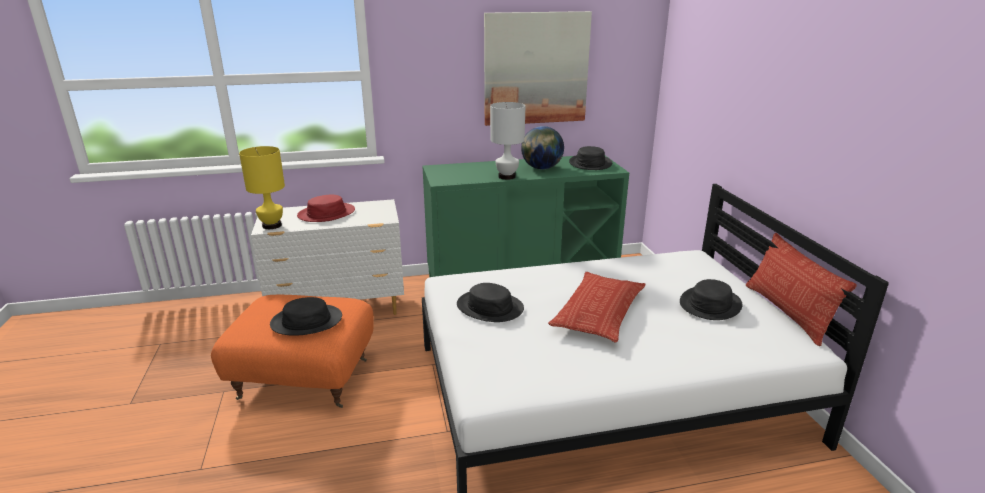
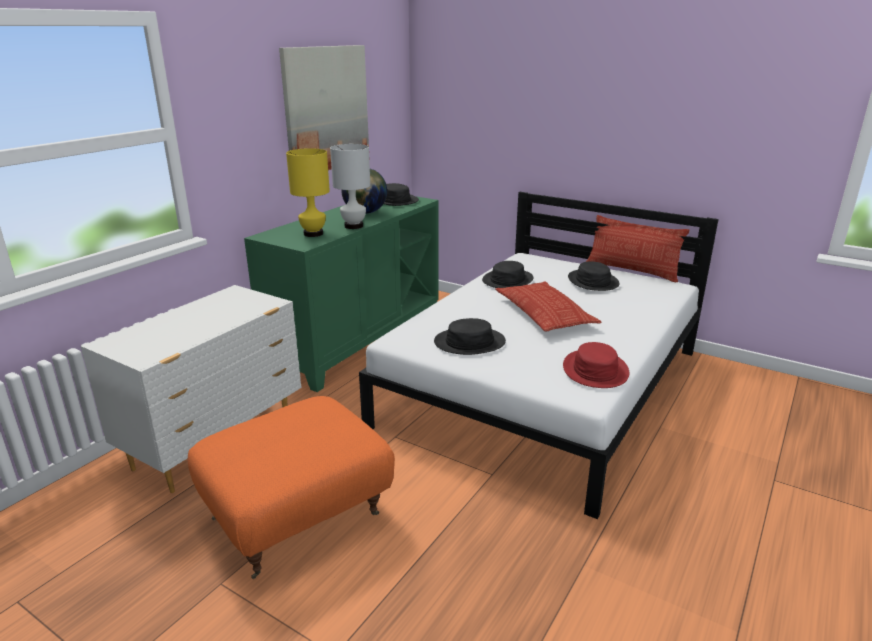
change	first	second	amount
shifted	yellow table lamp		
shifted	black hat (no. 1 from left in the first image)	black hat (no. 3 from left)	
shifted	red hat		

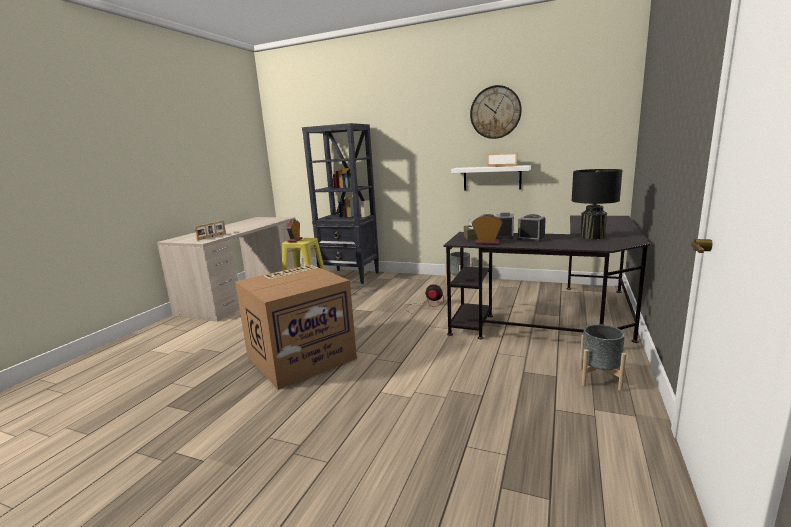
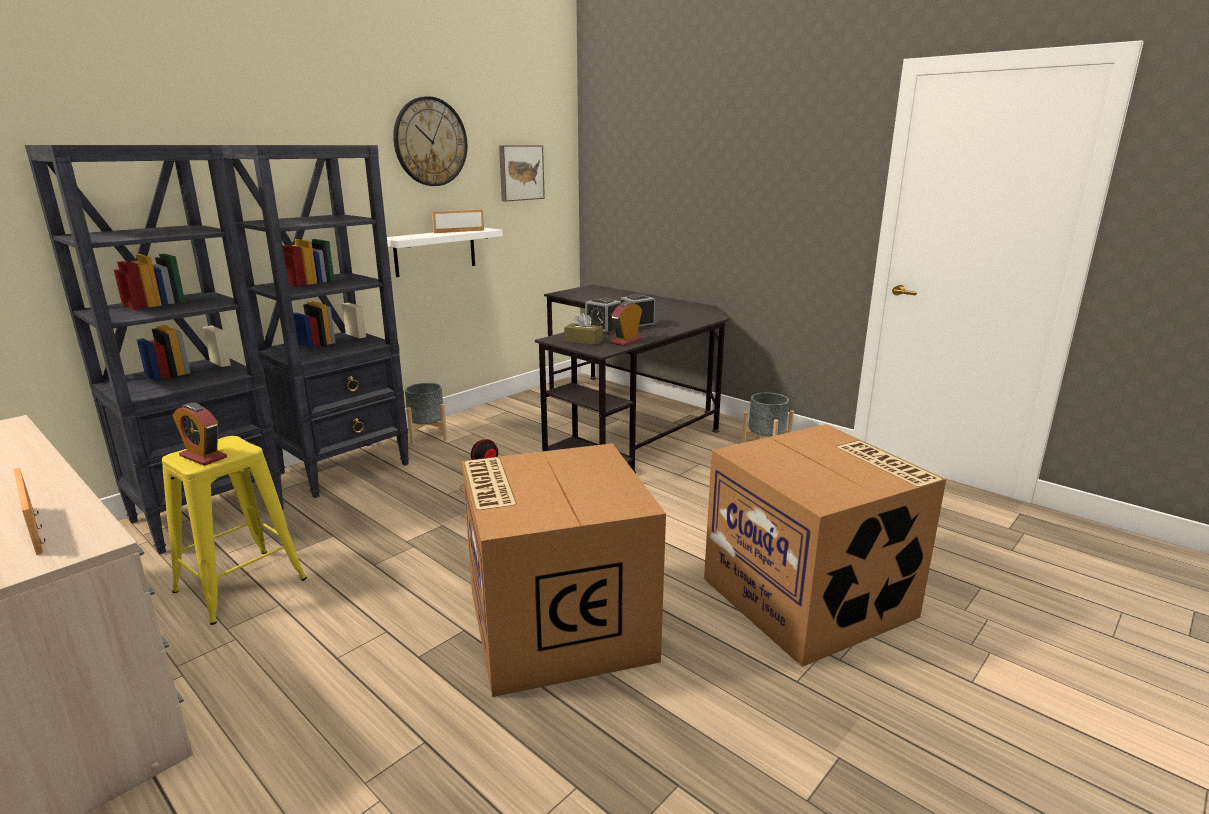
change	first	second	amount
gone	black table lamp		
new		black bookcase (no. 2 from left)	
new		picture	
new		cardboard box (no. 2 from left)	

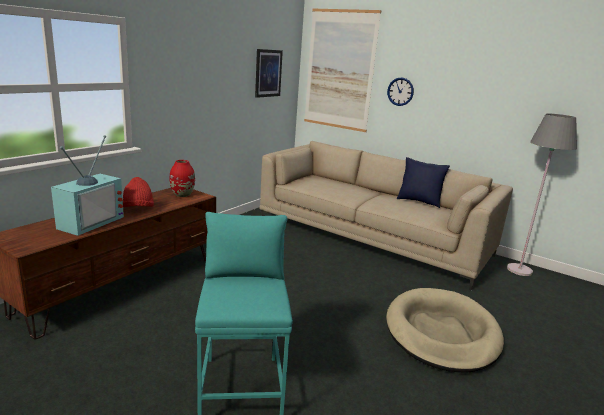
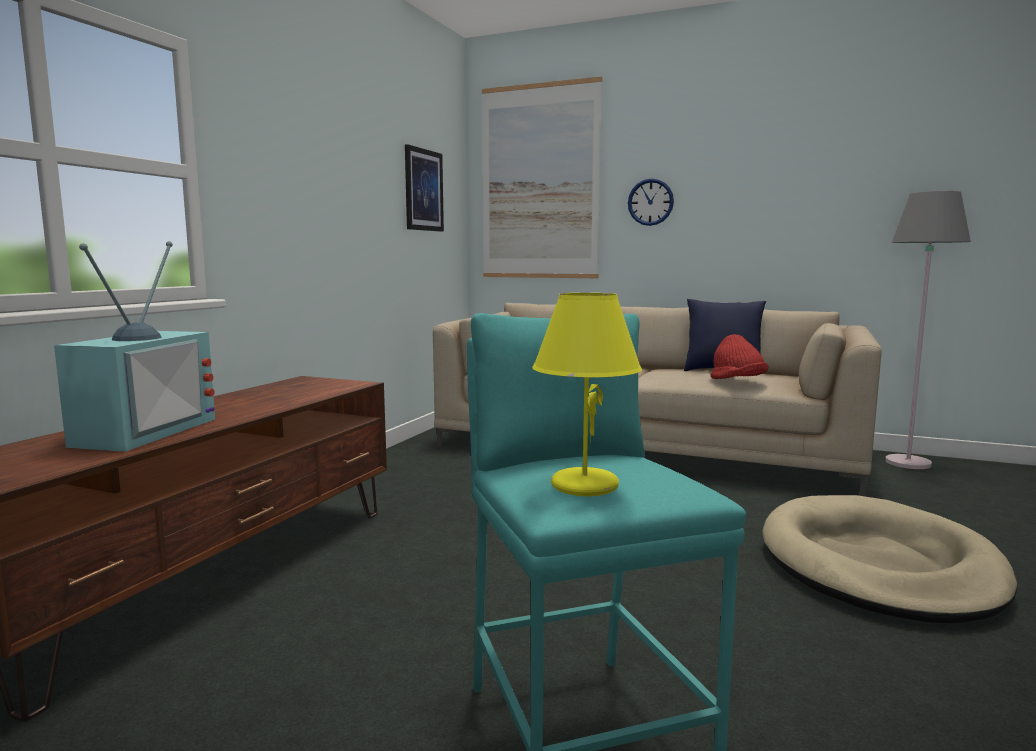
change	first	second	amount
shifted	red hat		
gone	red vase		
new		yellow table lamp	

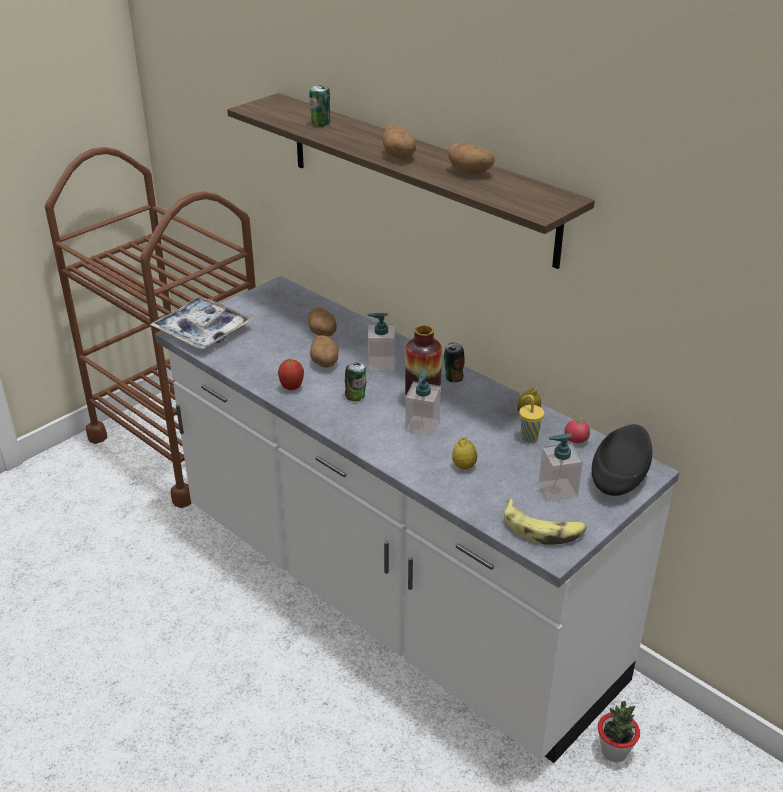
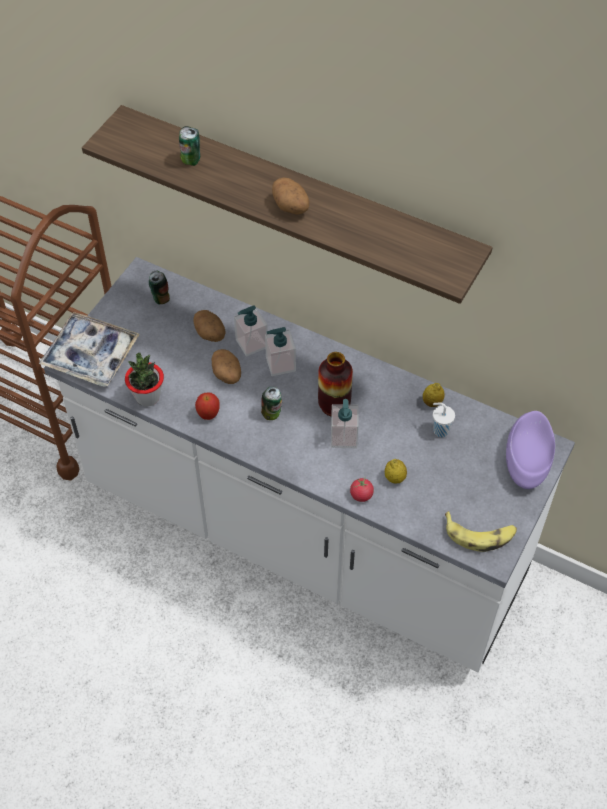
change	first	second	amount
shifted	can (no. 3 from left in the first image)	can (no. 1 from left)	
gone	potato (no. 4 from left)		
repainted	yellow cup	white cup	
shifted	soap dispenser (no. 3 from left in the first image)	soap dispenser (no. 1 from left)	
shifted	tomato		
repainted	black bowl	purple bowl	
shifted	potted plant		

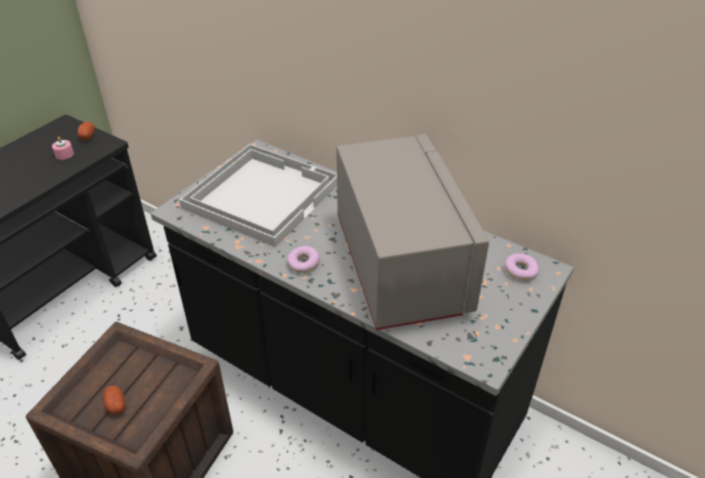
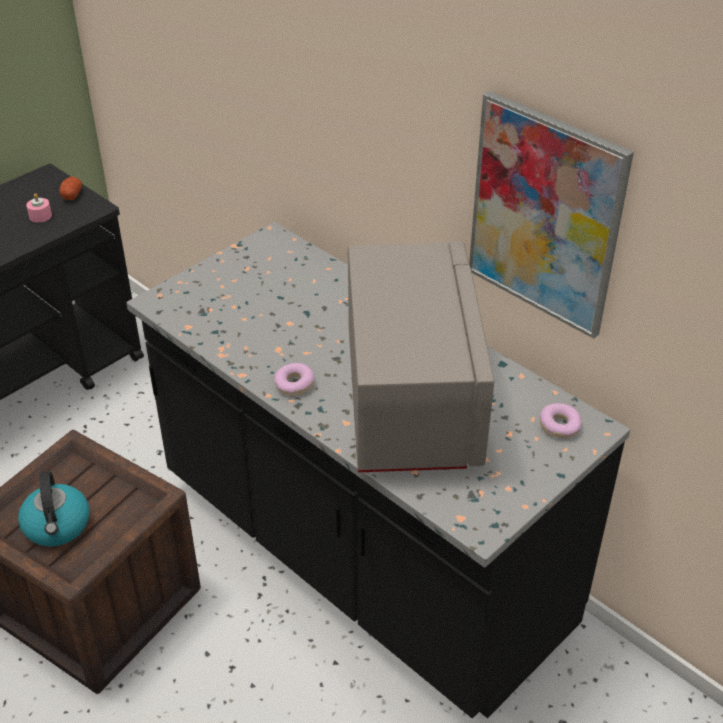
change	first	second	amount
swapped	potato (no. 2 from left)	kettle	
gone	white tray		
new		picture	

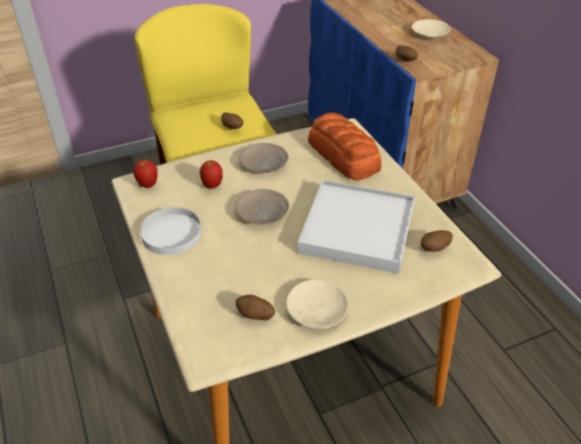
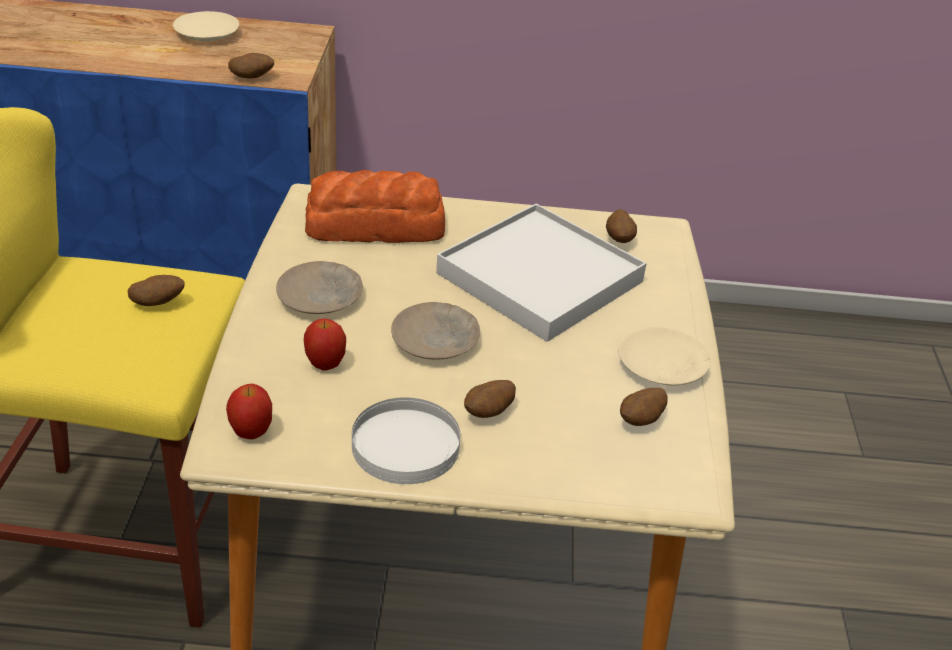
change	first	second	amount
new		potato (no. 3 from left)	

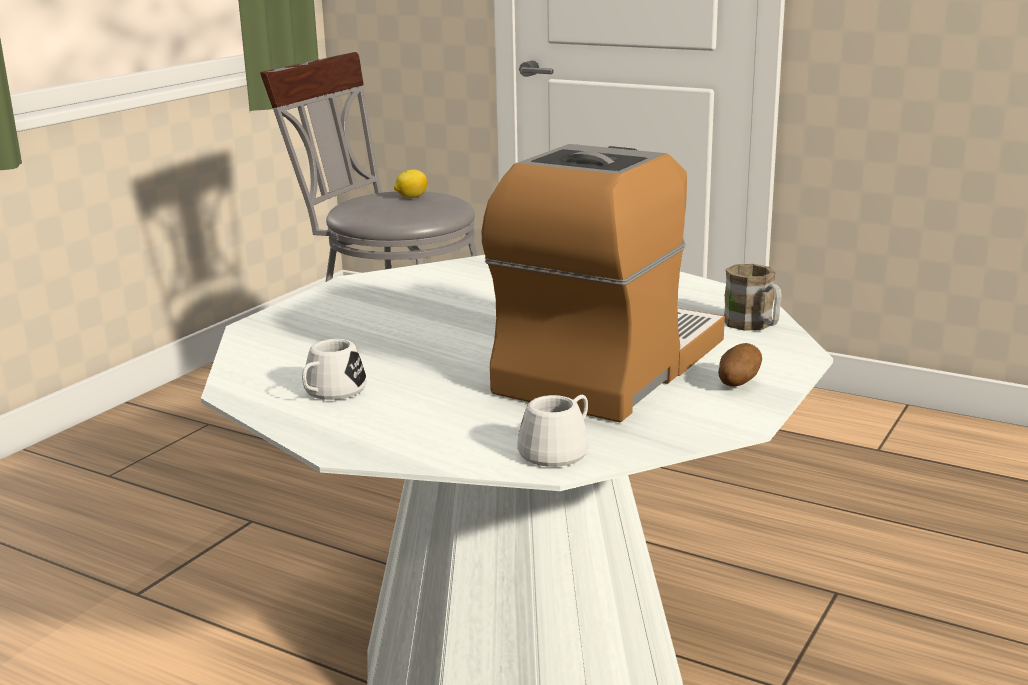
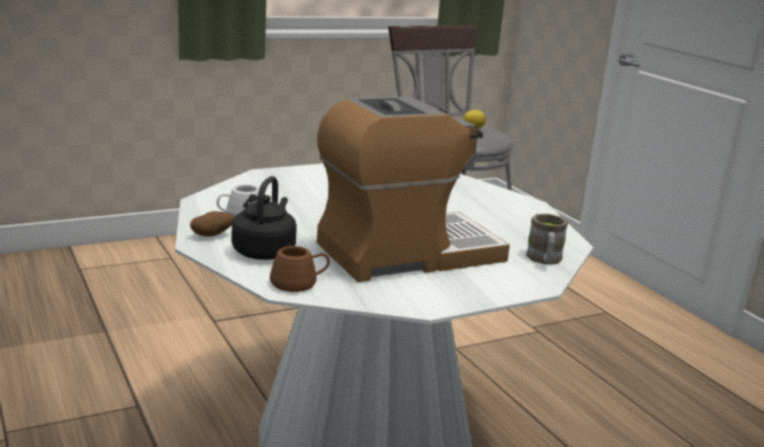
change	first	second	amount
repainted	white mug (no. 2 from left)	brown mug (no. 1 from left)	
shifted	potato		
new		black kettle	

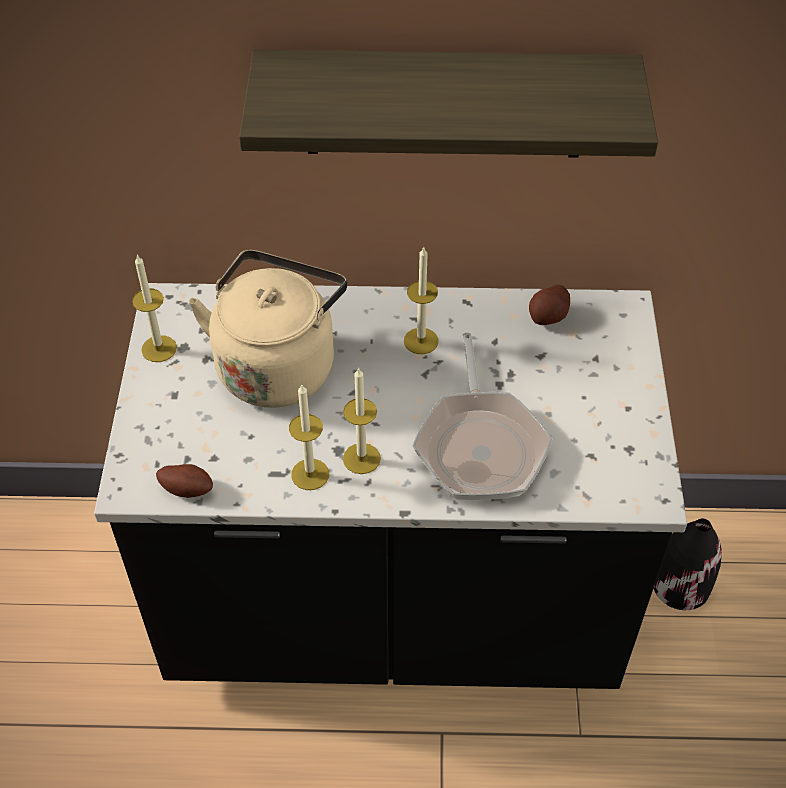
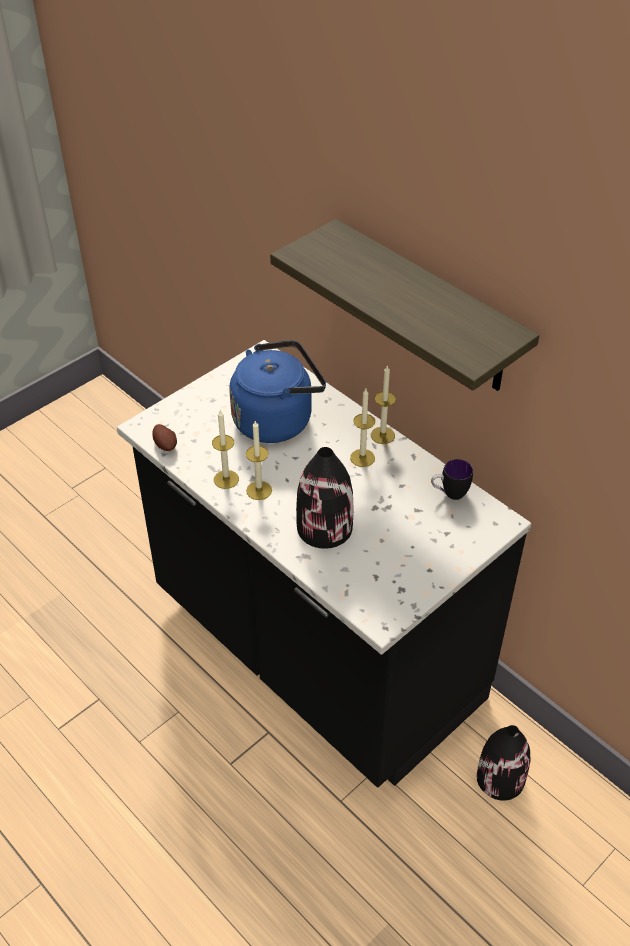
change	first	second	amount
shifted	candle (no. 1 from left in the first image)	candle (no. 4 from left)	
repainted	beige kettle	blue kettle	
swapped	frying pan	black vase (no. 1 from left)	
swapped	potato (no. 2 from left)	mug	

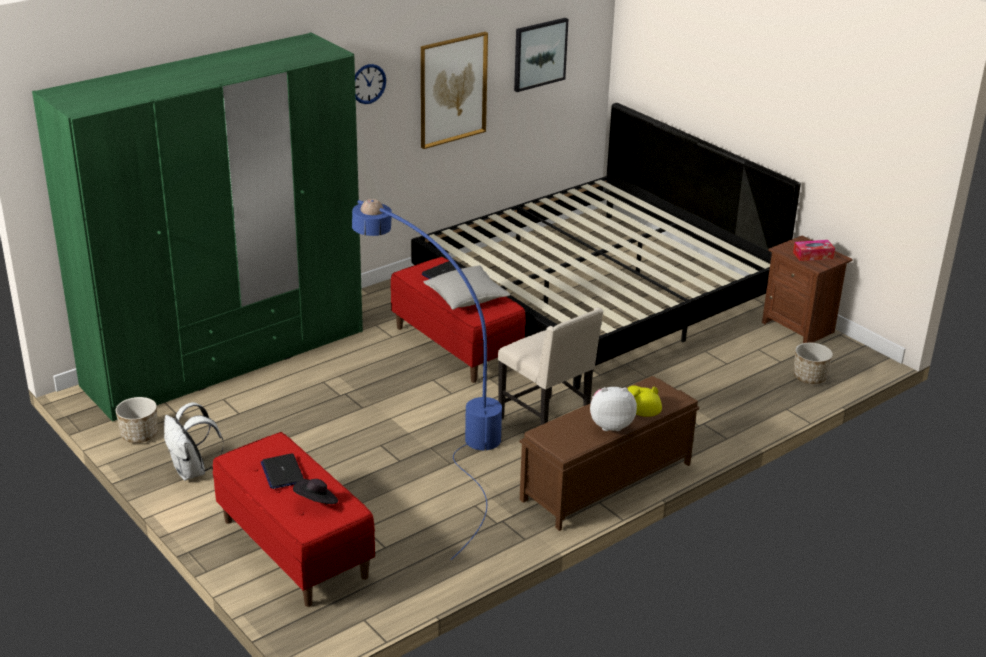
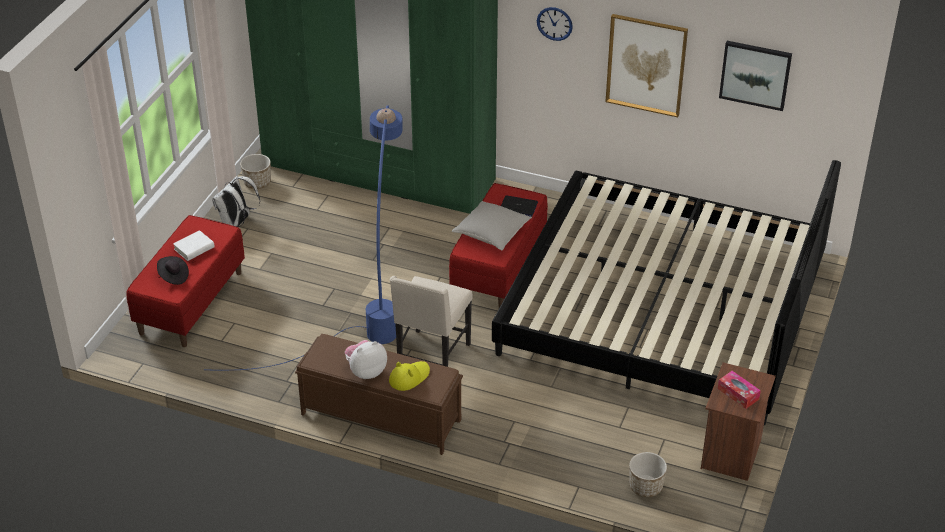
change	first	second	amount
swapped	laptop (no. 1 from left)	white book	
rotated	plush toy		90 degrees counterclockwise

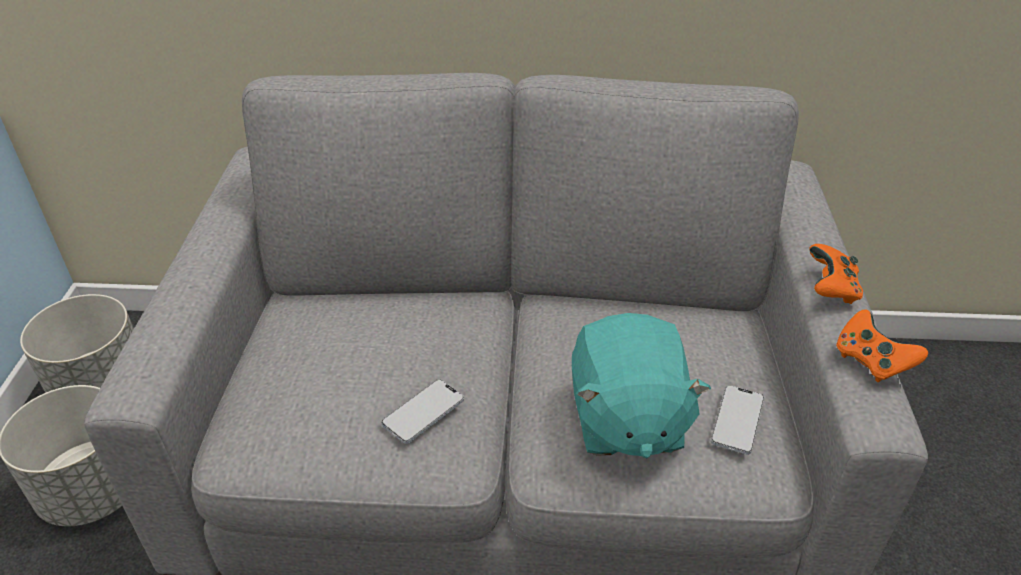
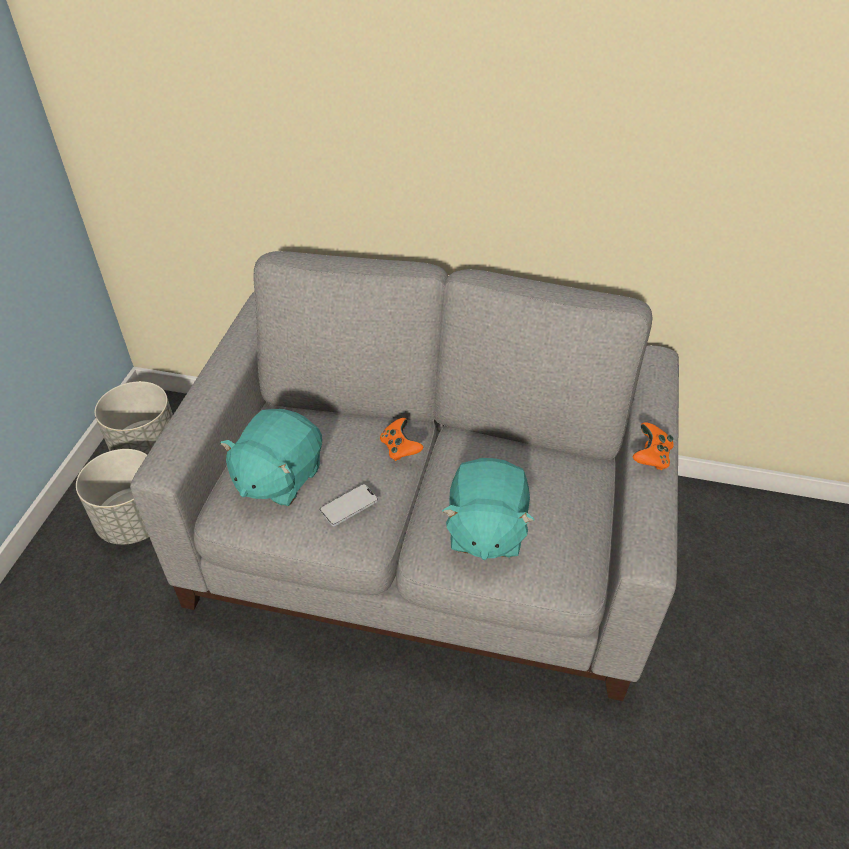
change	first	second	amount
gone	phone (no. 2 from left)		
shifted	orange game controller (no. 2 from left in the first image)	orange game controller (no. 1 from left)	
new		turquoise plush toy (no. 1 from left)	

